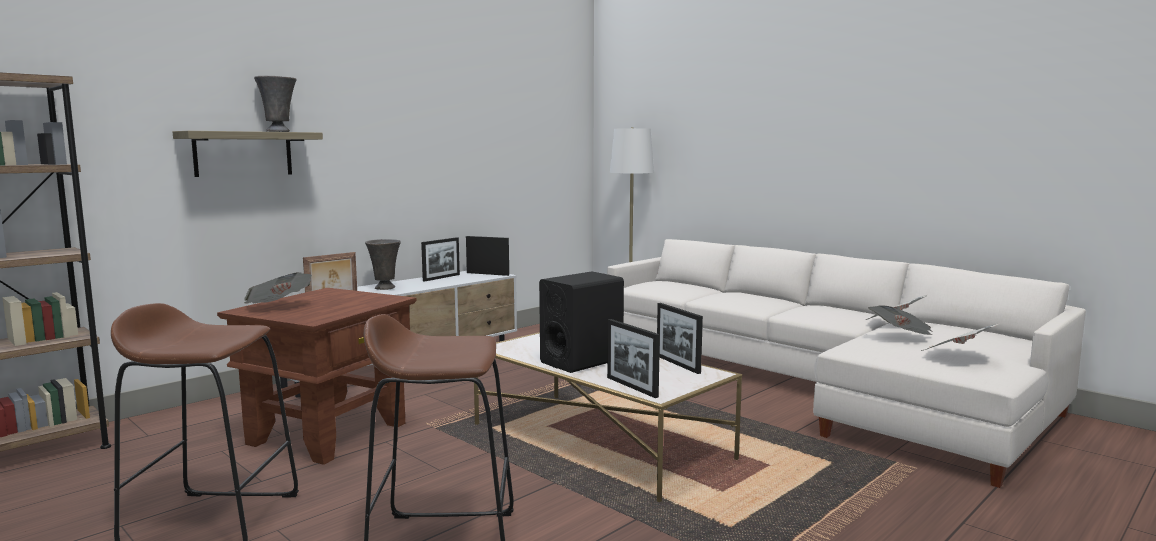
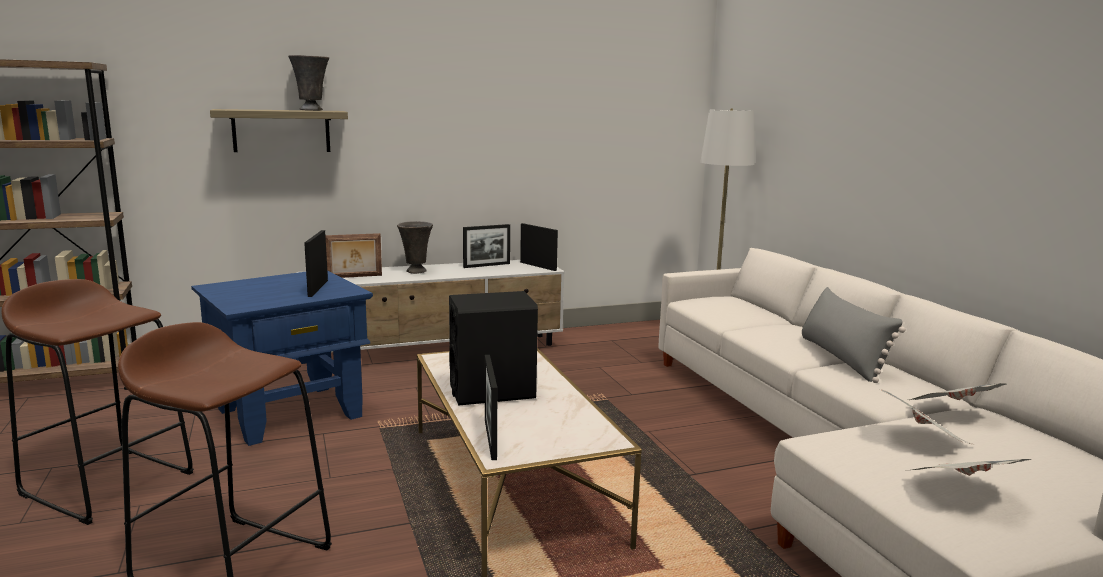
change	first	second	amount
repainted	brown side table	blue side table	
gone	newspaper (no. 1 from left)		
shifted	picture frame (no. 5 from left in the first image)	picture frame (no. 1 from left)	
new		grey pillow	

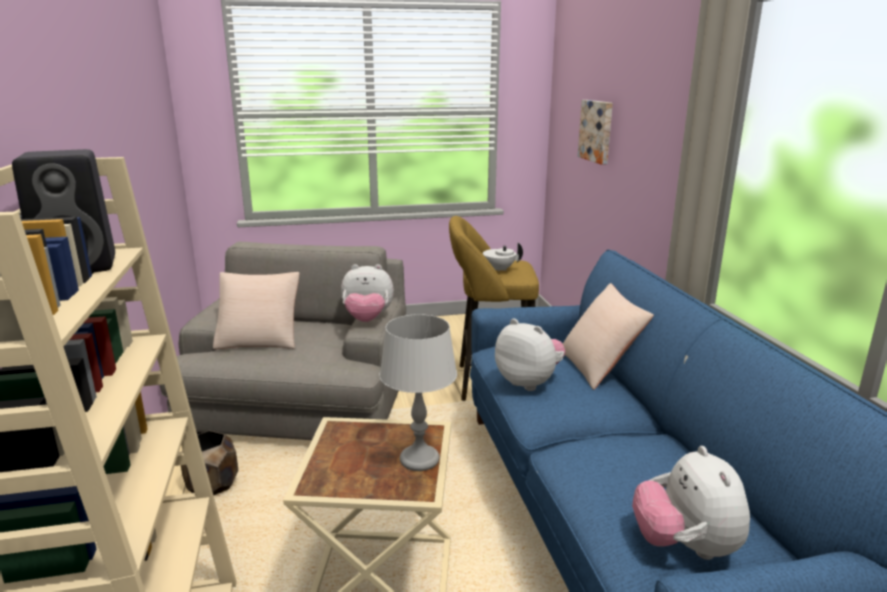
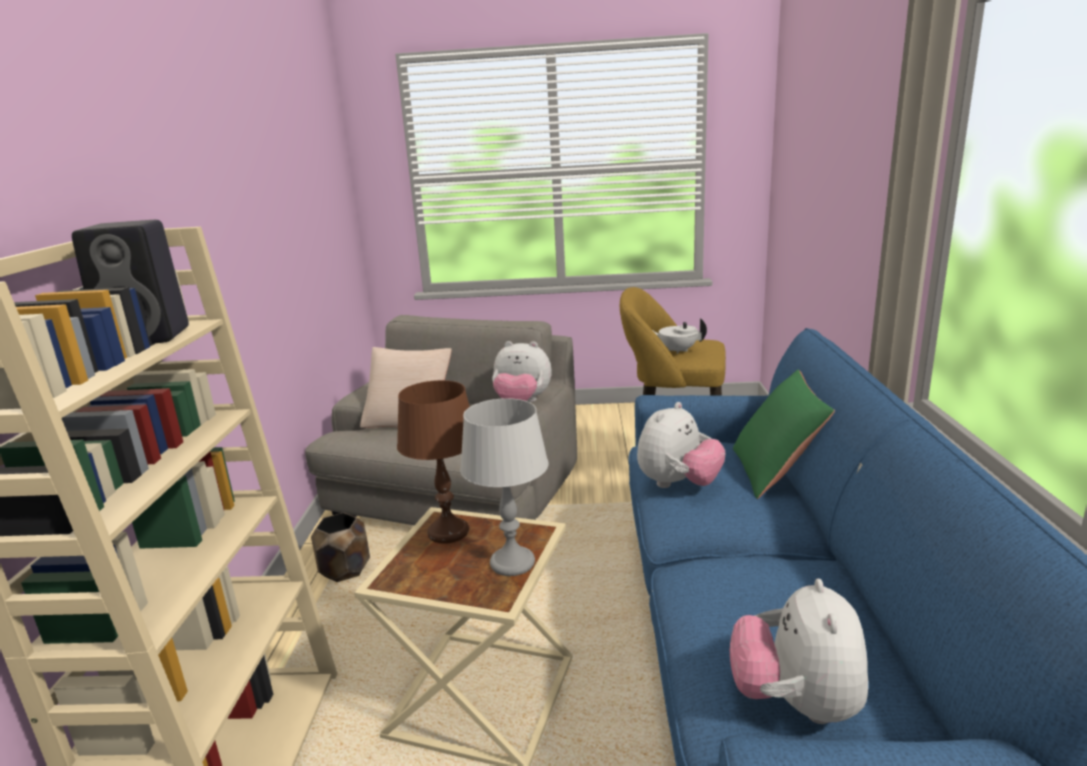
change	first	second	amount
rotated	plush toy (no. 2 from left)		75 degrees clockwise
repainted	beige pillow (no. 2 from left)	green pillow	
gone	picture		
new		brown table lamp	

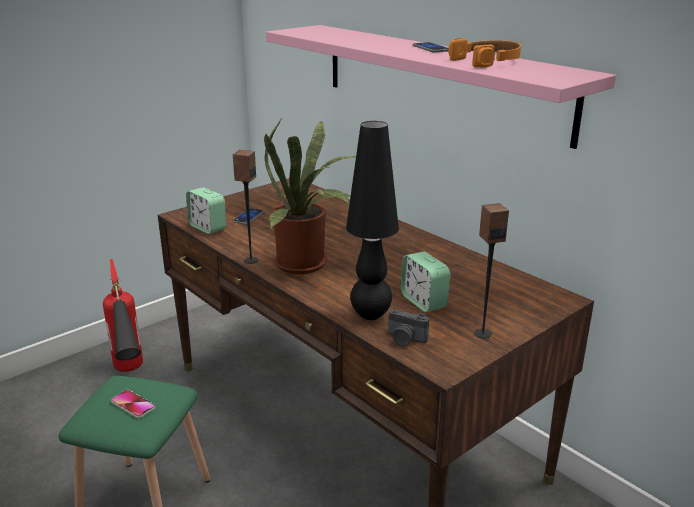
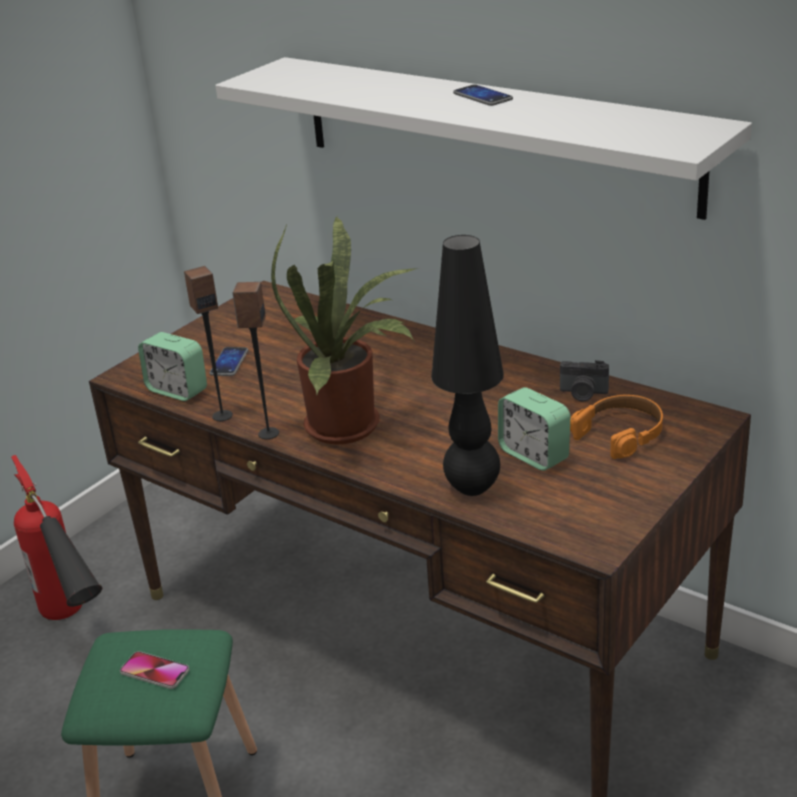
change	first	second	amount
repainted	pink shelf	white shelf	
shifted	photo camera		
shifted	orange headphones		
shifted	speaker (no. 2 from left in the first image)	speaker (no. 1 from left)	

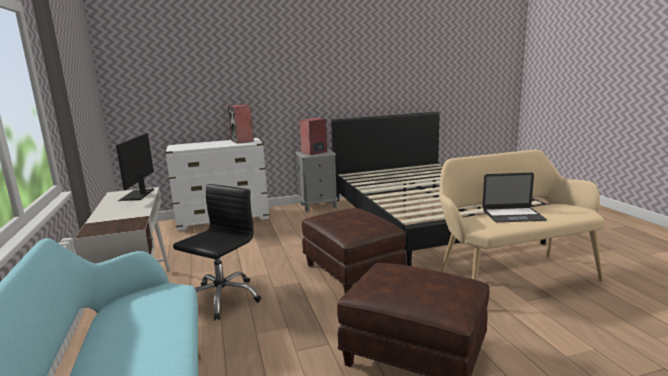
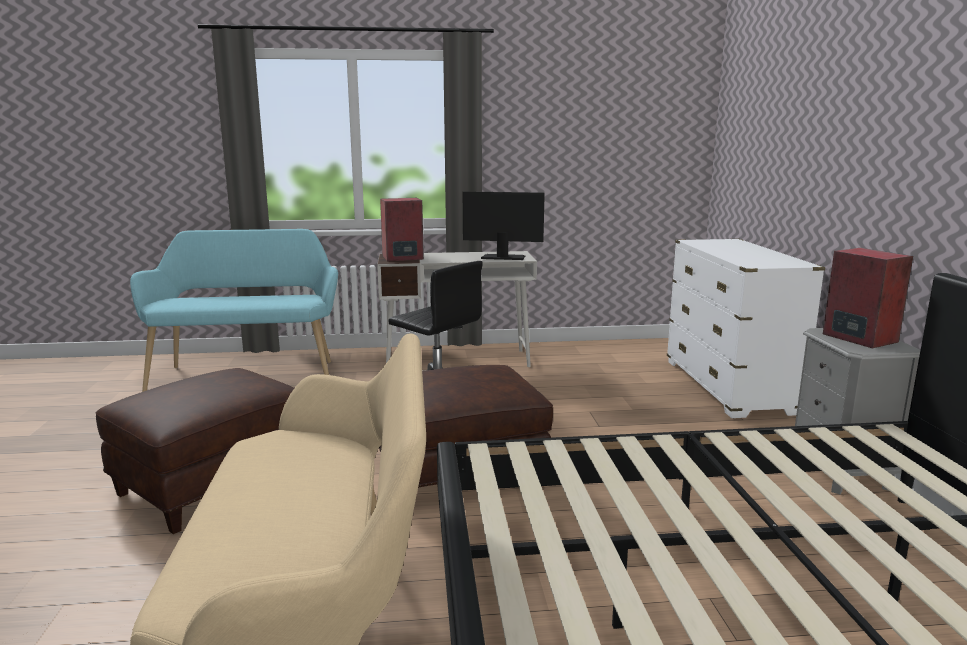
change	first	second	amount
shifted	speaker (no. 1 from left)		
gone	laptop		

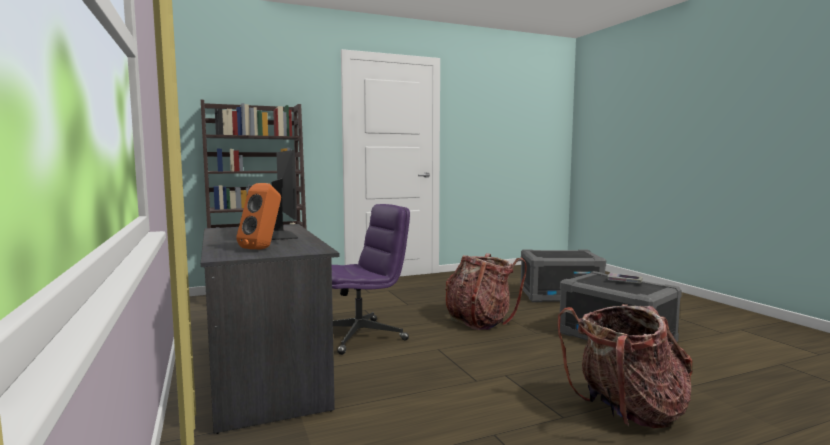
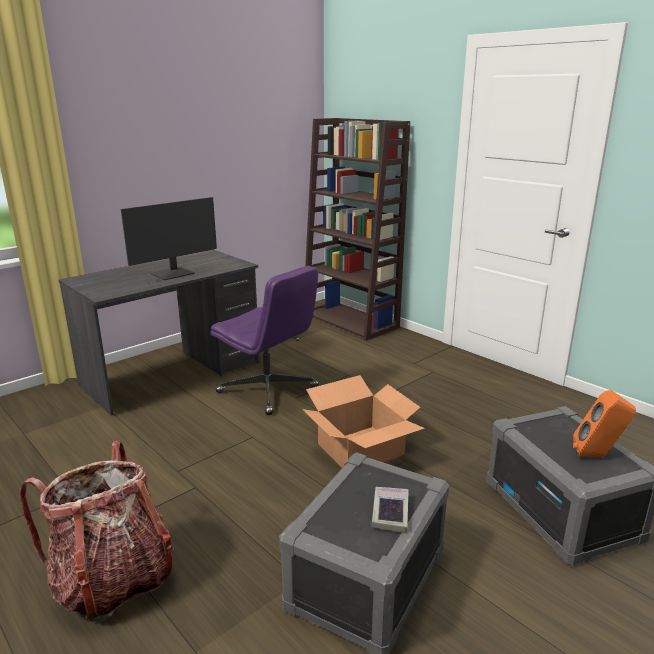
change	first	second	amount
shifted	orange speaker		
swapped	backpack (no. 1 from left)	cardboard box	

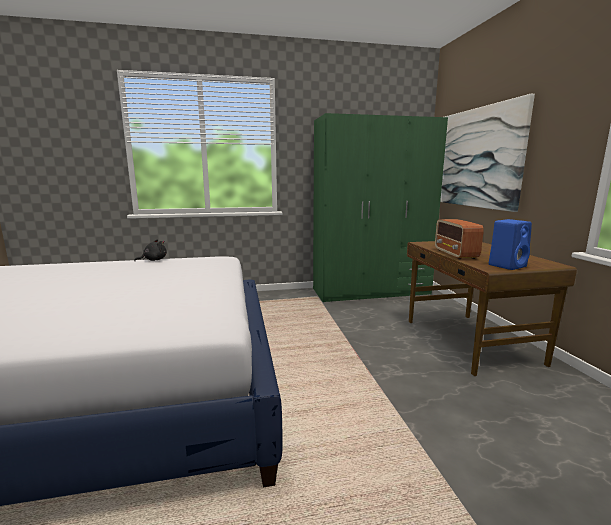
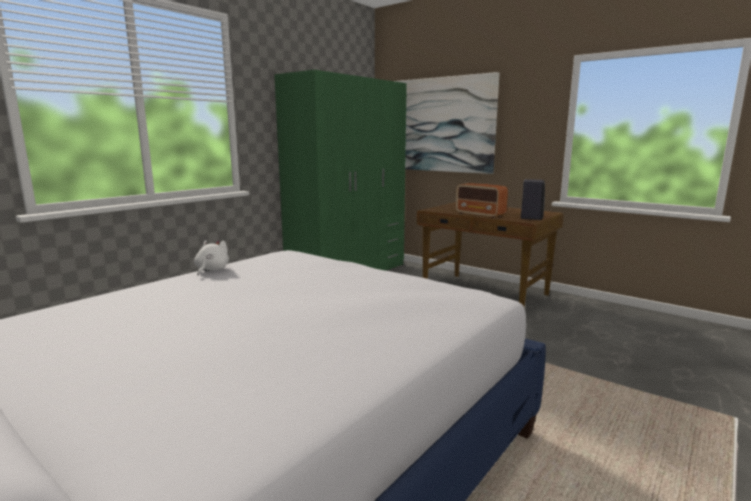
change	first	second	amount
repainted	black plush toy	white plush toy	
repainted	blue speaker	black speaker	

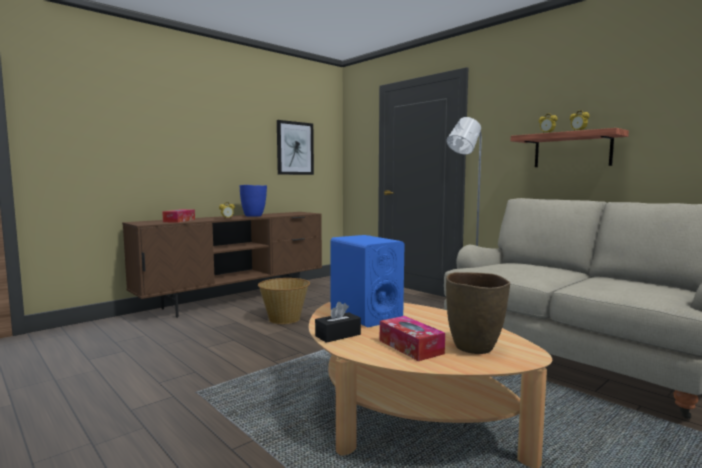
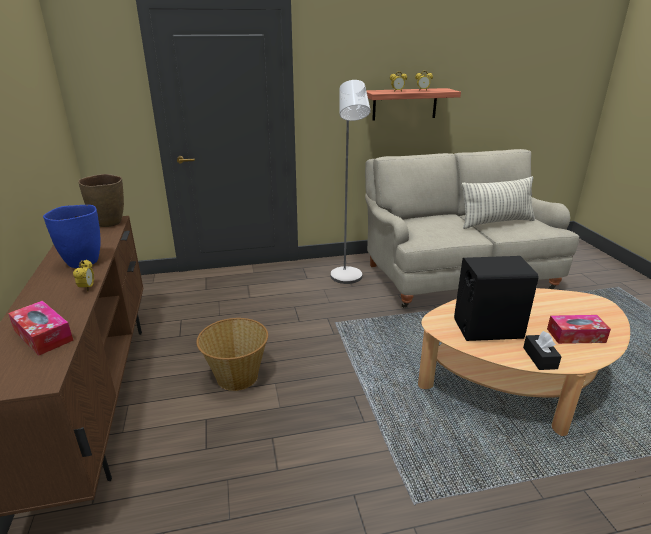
change	first	second	amount
gone	picture		
repainted	blue speaker	black speaker	
shifted	brown vase		
new		pillow	

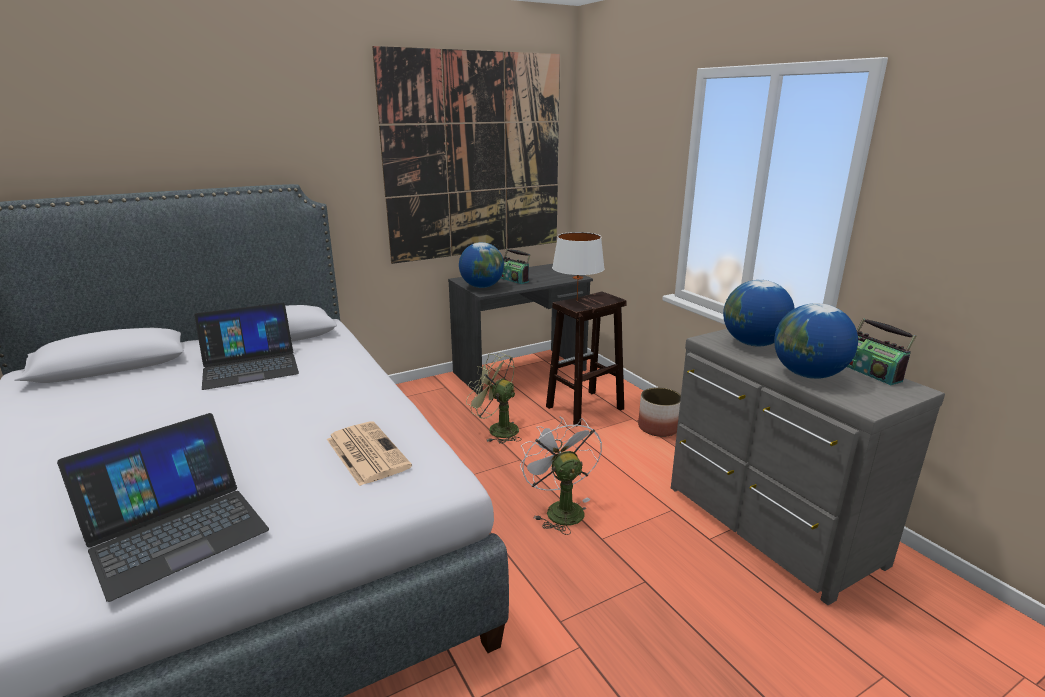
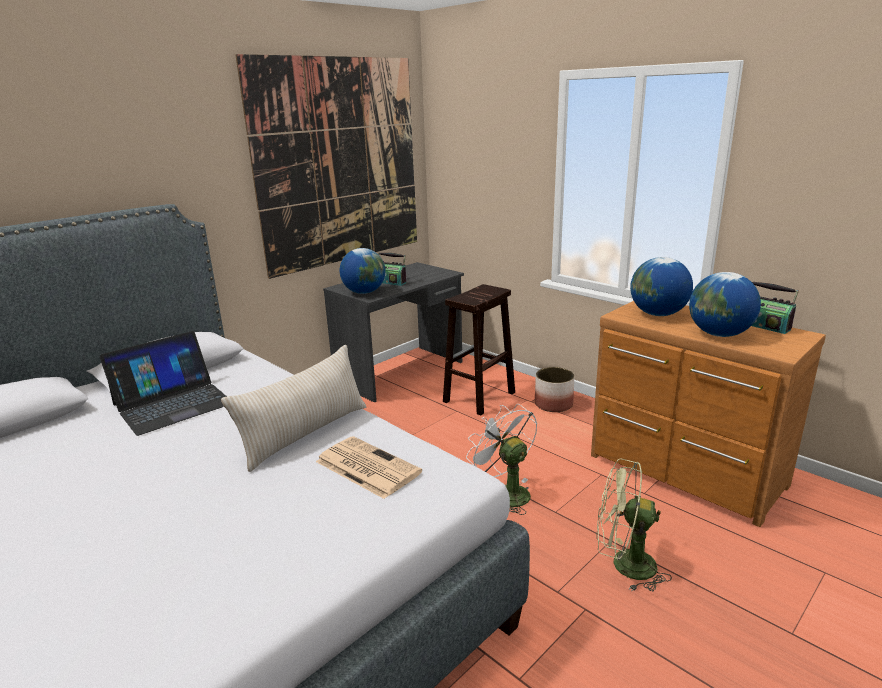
change	first	second	amount
gone	laptop (no. 1 from left)		
shifted	green fan		
gone	white table lamp		
repainted	grey dresser	brown dresser	
new		beige pillow	

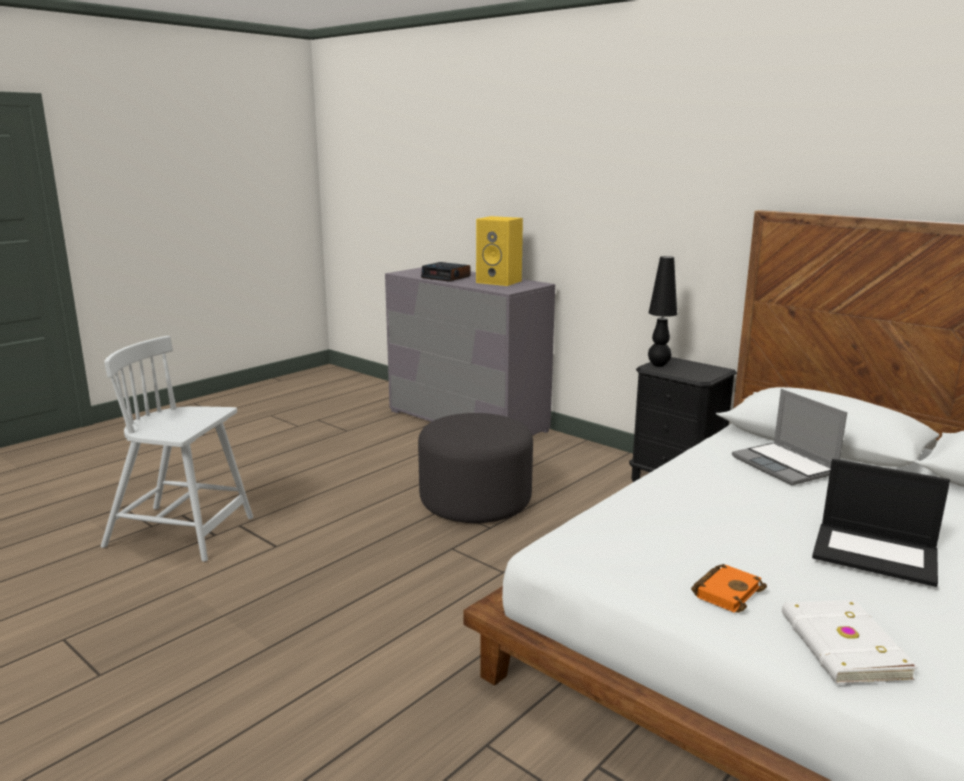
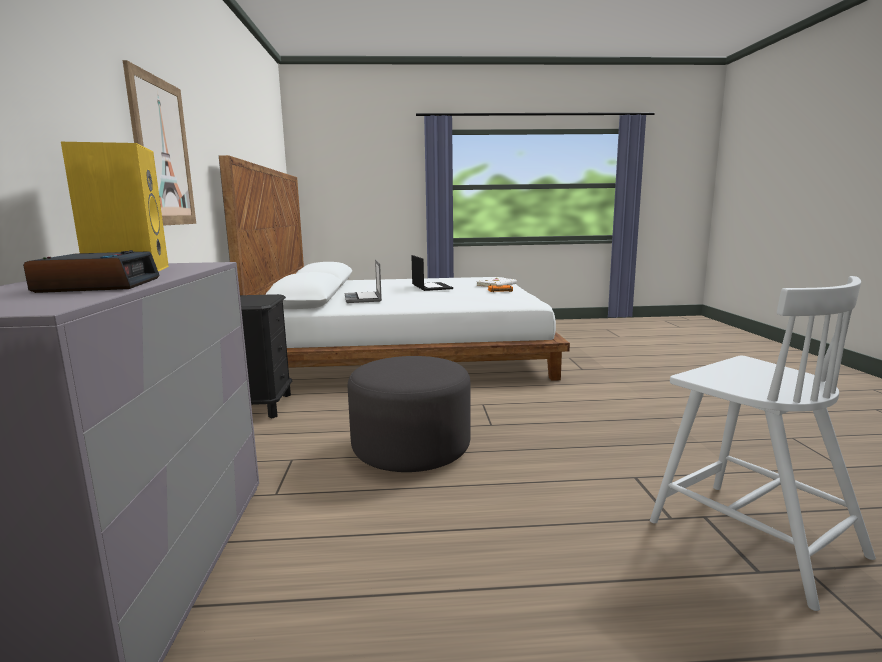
change	first	second	amount
gone	black table lamp		
rotated	laptop (no. 1 from left)		150 degrees clockwise
new		picture	

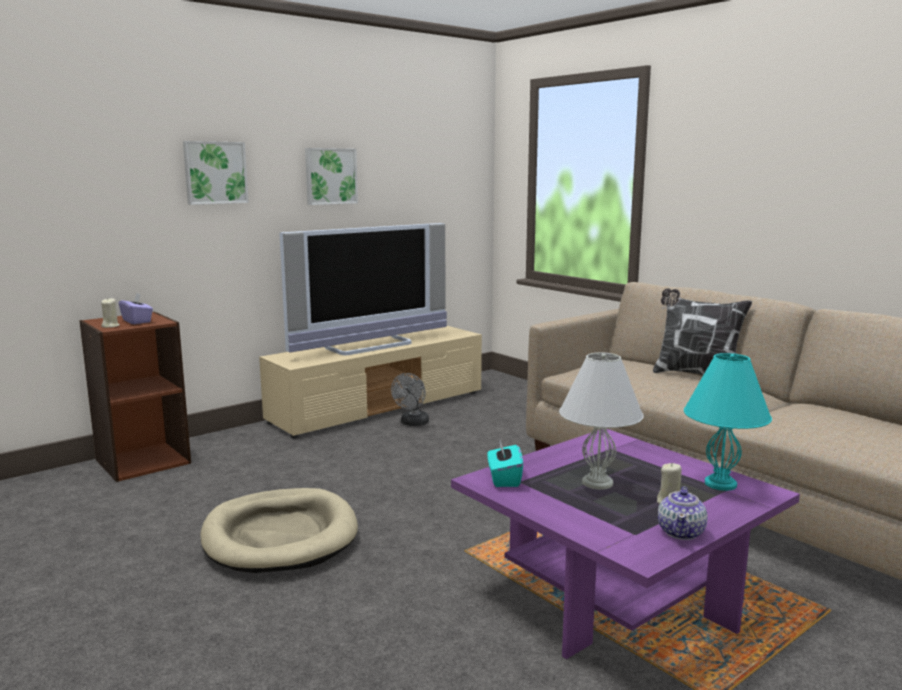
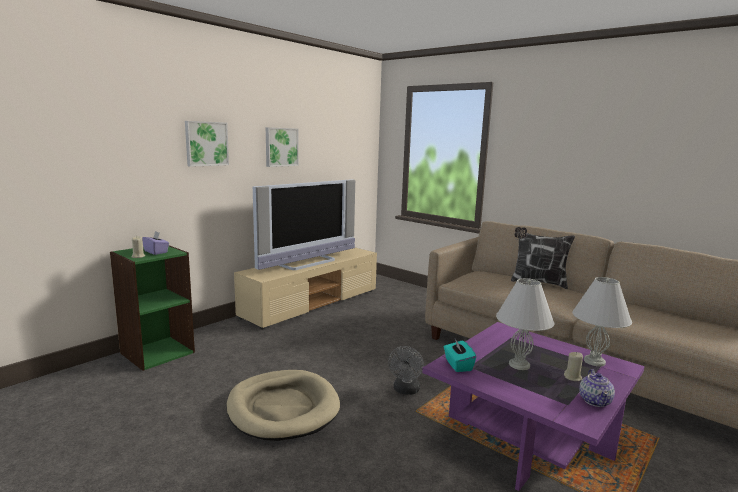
change	first	second	amount
repainted	brown bookcase	green bookcase	
shifted	grey fan		
repainted	turquoise table lamp	white table lamp (no. 2 from left)	

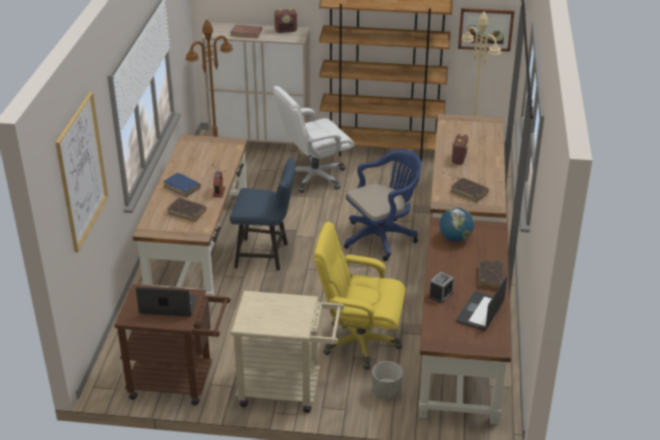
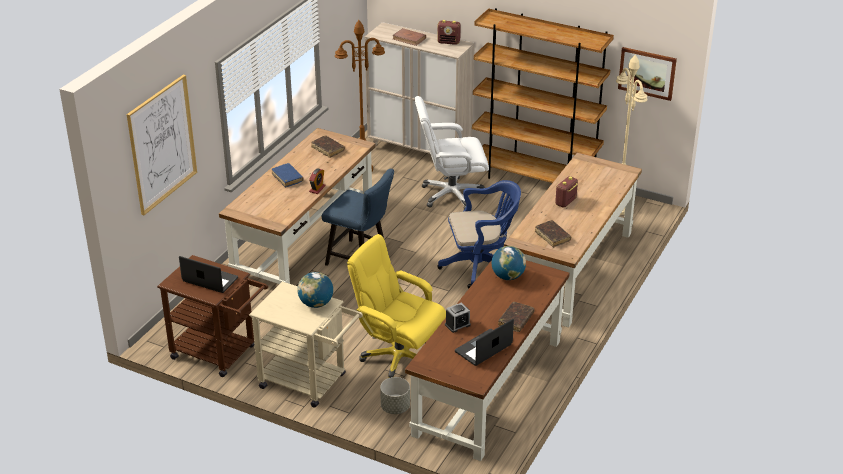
change	first	second	amount
shifted	brown book (no. 1 from left)		
new		globe (no. 1 from left)	

